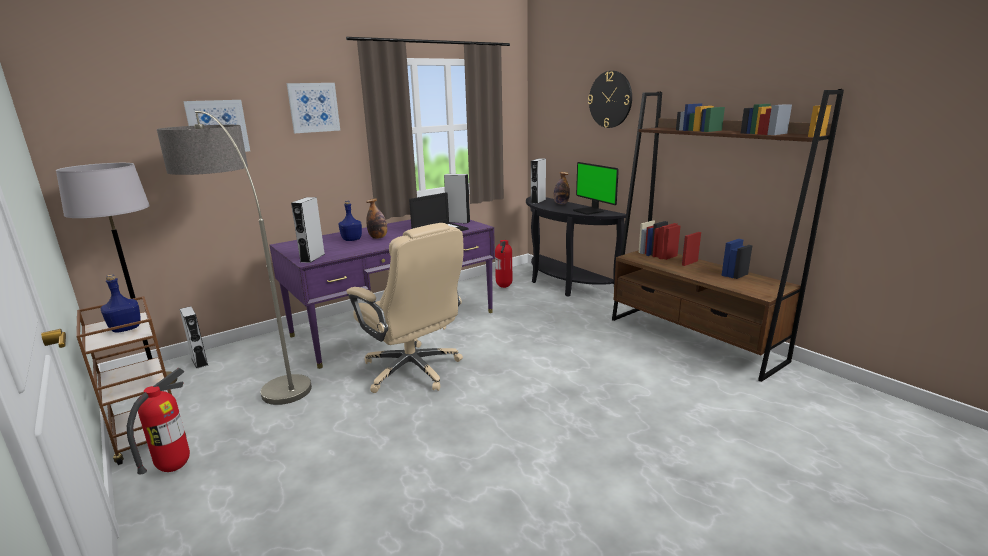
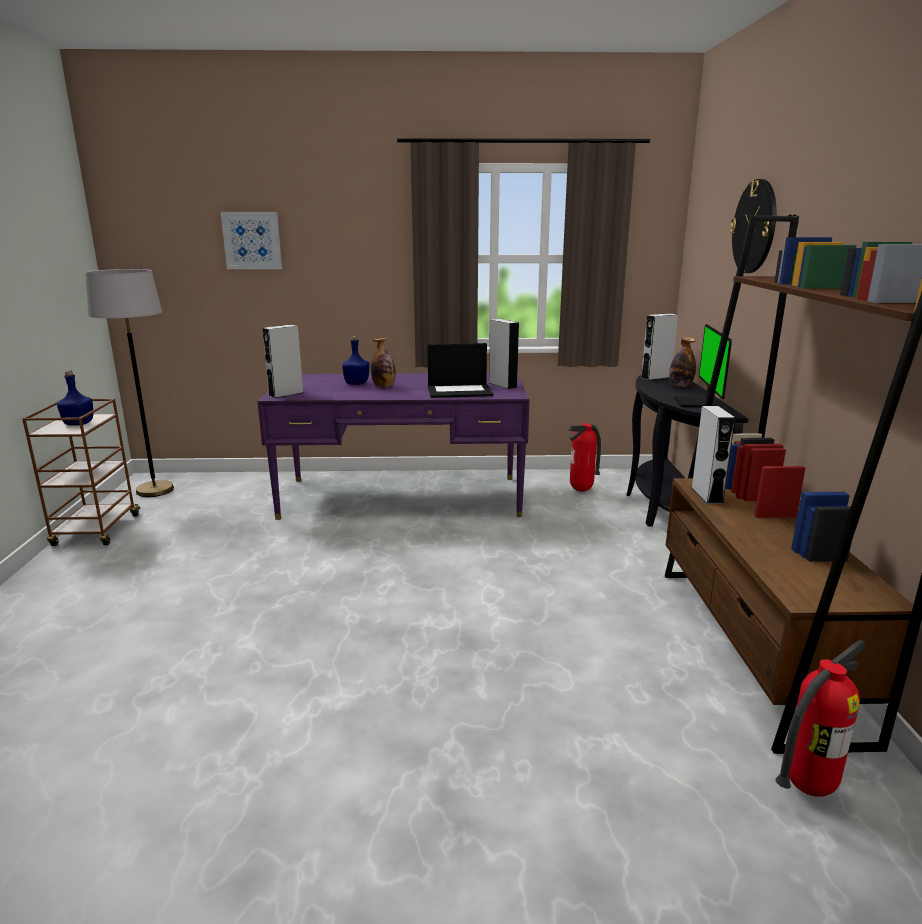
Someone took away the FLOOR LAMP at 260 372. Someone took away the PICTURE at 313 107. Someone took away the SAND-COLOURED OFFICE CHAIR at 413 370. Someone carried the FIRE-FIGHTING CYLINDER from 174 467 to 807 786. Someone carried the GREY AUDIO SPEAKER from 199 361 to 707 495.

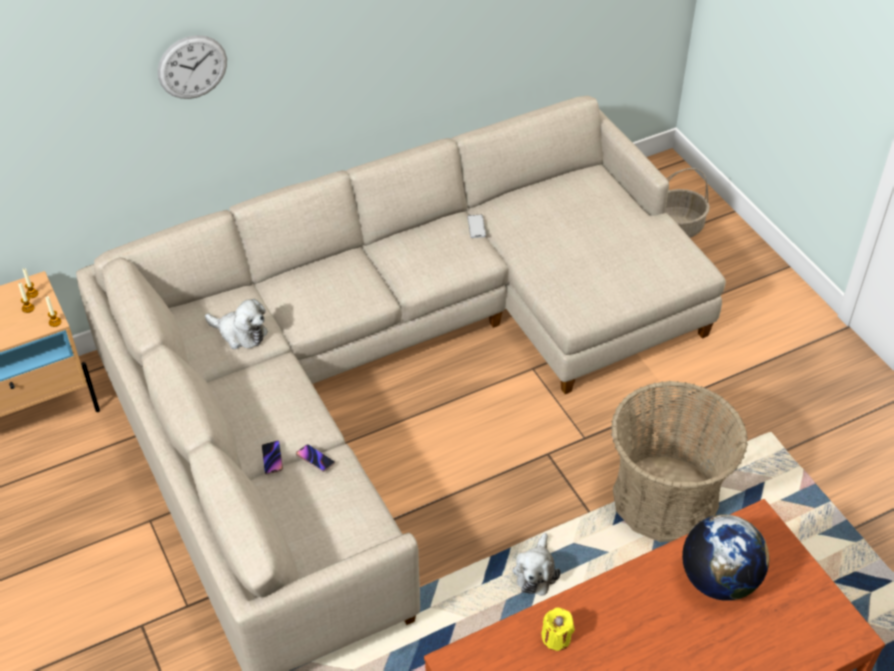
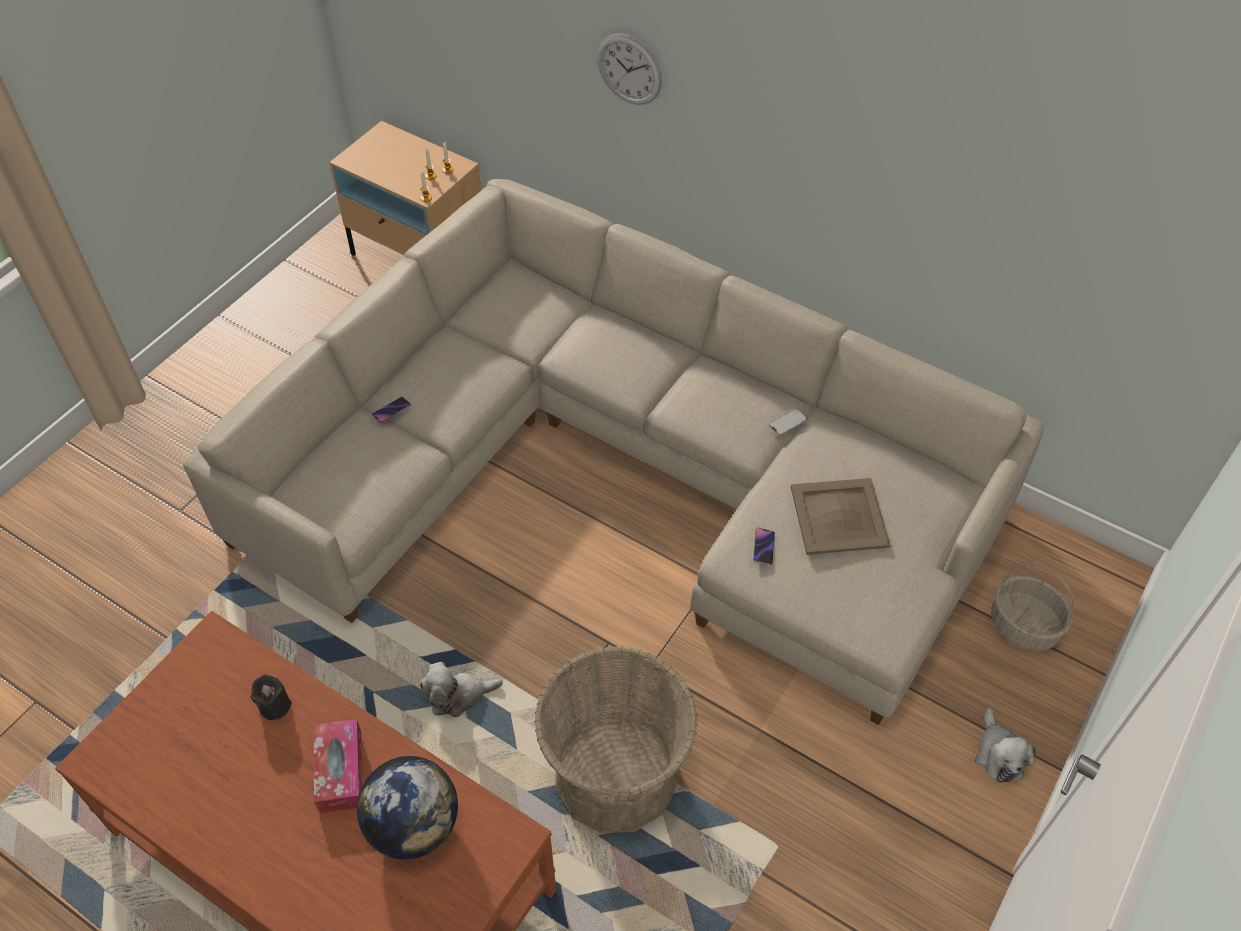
Someone put down the TISSUE HOLDER at 340 771. Someone put down the SAND-COLOURED CARRYING TRAY at 838 516. Someone carried the SOFT TOY from 240 333 to 998 754. Someone carried the TELEPHONE from 315 459 to 763 547. Someone repainted the YELLOW WAX CANDLE at 556 638, which became the BLACK WAX CANDLE at 275 706.

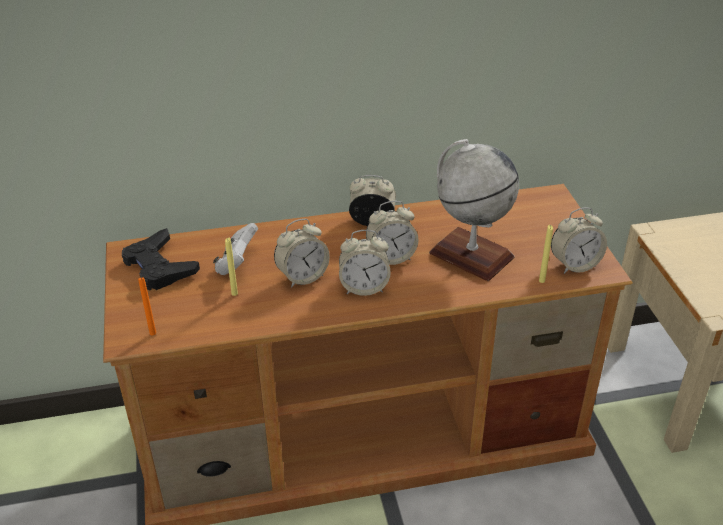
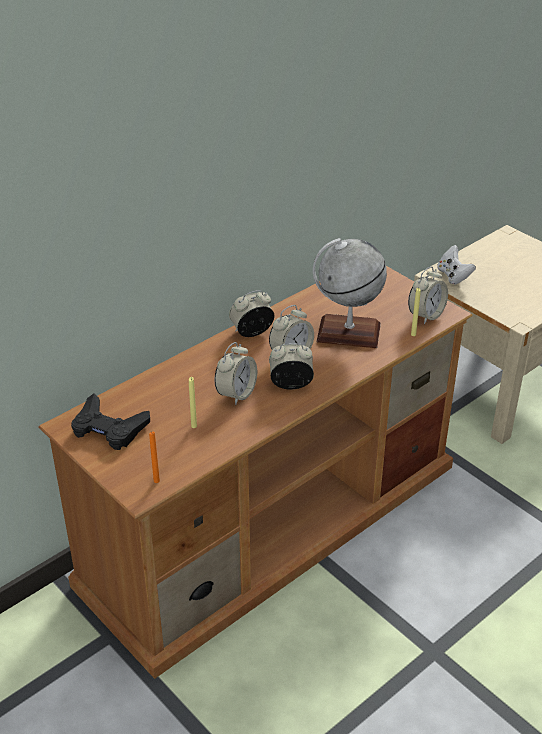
Someone carried the WHITE GAMEPAD from 237 264 to 453 276. Someone rotated the TABLE CLOCK at 364 287 by 150 degrees counterclockwise.

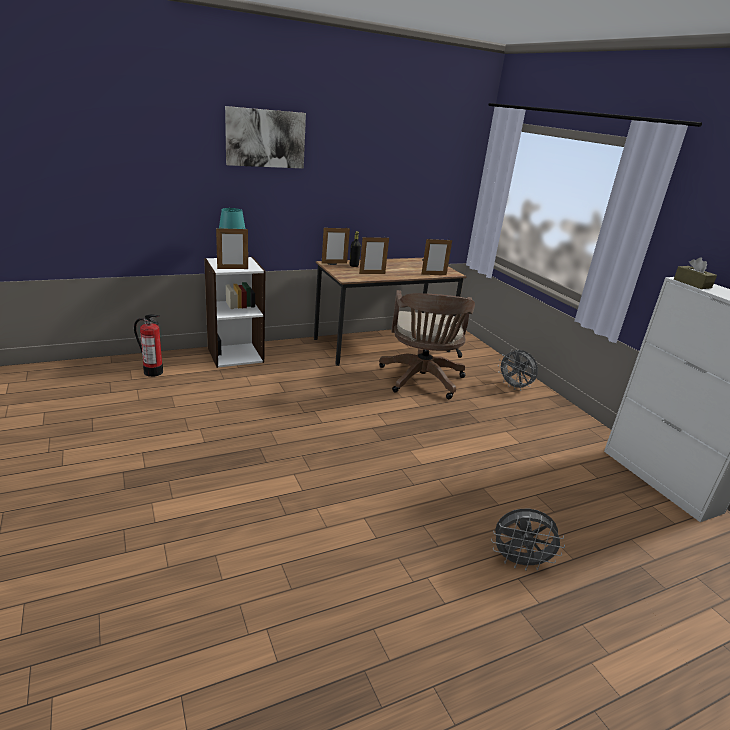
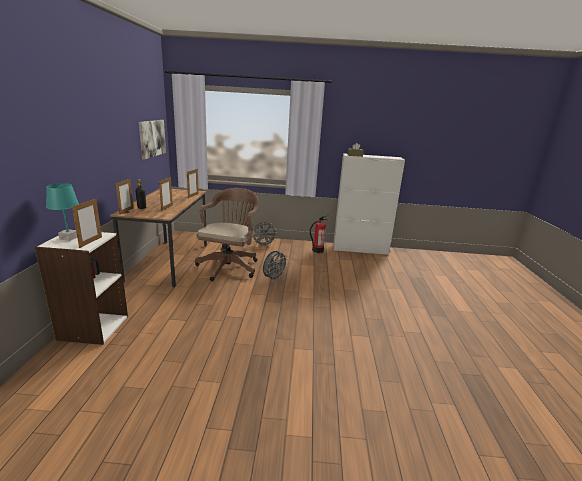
Someone carried the FIRE-FIGHTING CYLINDER from 153 372 to 318 251. Someone carried the PICTURE from 265 138 to 152 138. Someone carried the GREY COOLING FAN from 519 562 to 273 278. Someone rotated the BROWN-COLOURED OFFICE CHAIR at 422 381 by 105 degrees counterclockwise.

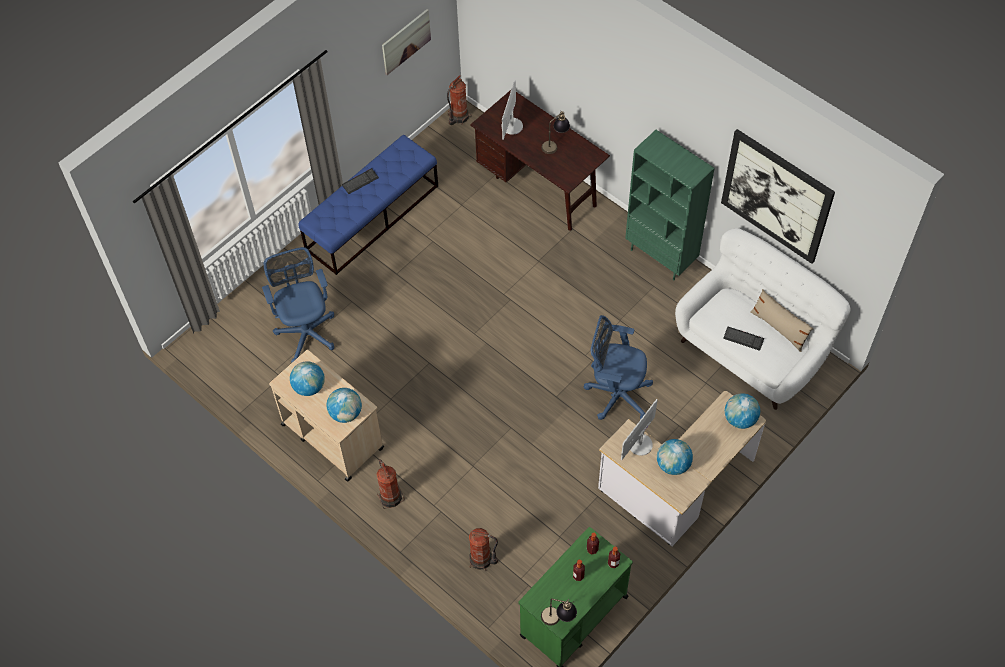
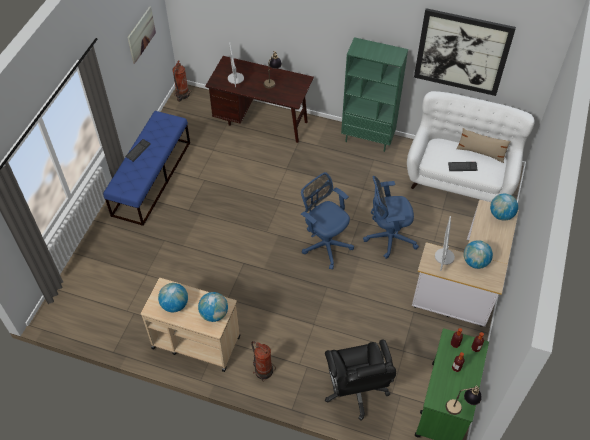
Someone carried the BLUISH OFFICE CHAIR from 306 331 to 325 244. Someone swapped the FIRE-FIGHTING CYLINDER at 482 560 for the BLACK OFFICE CHAIR at 356 390.

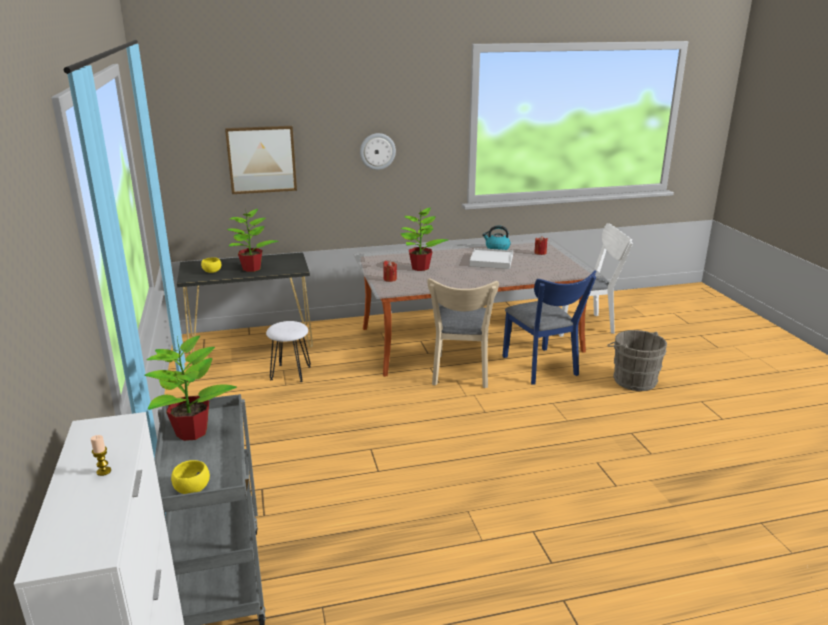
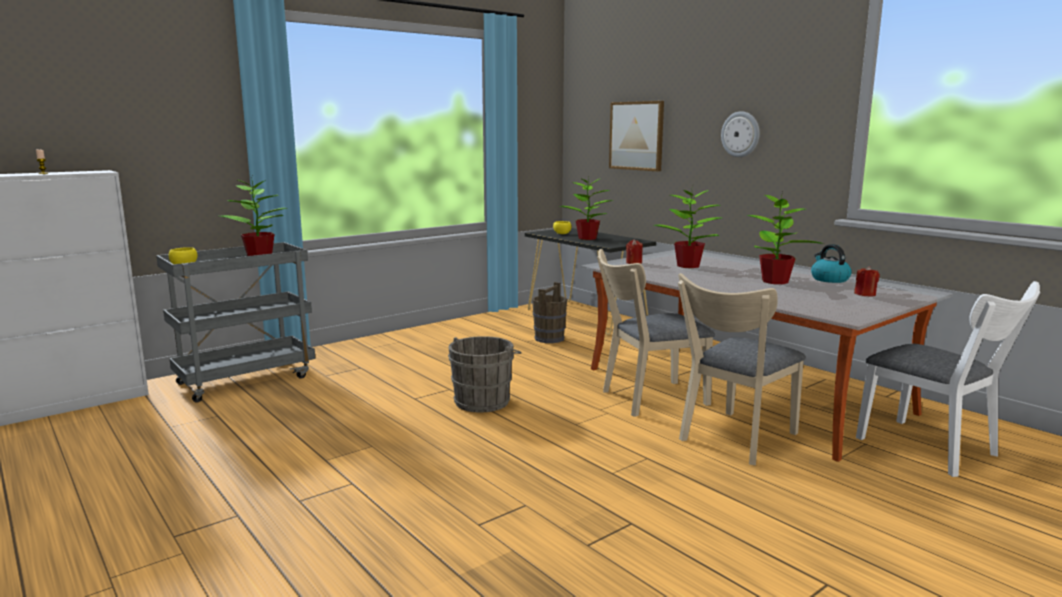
Someone carried the GREY BUCKET from 632 379 to 484 401. Someone swapped the WHITE SITTING STOOL at 290 373 for the BROWN-COLOURED BUCKET at 549 338. Someone swapped the WHITE CARRYING TRAY at 491 261 for the PLANT IN A POT at 775 281. Someone repainted the BLUISH CHAIR at 542 368, which became the SAND-COLOURED CHAIR at 734 439.

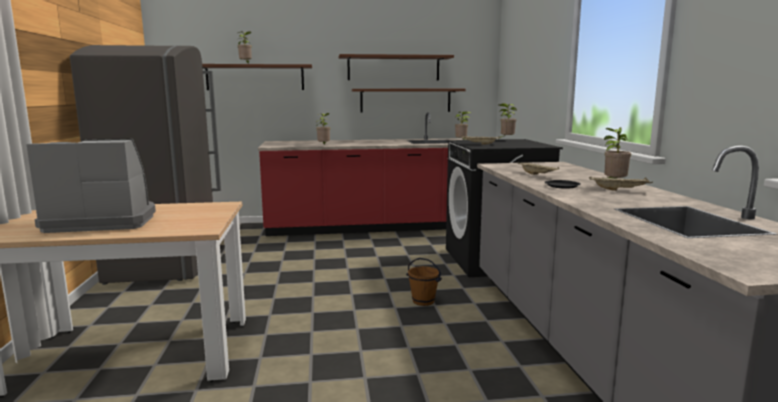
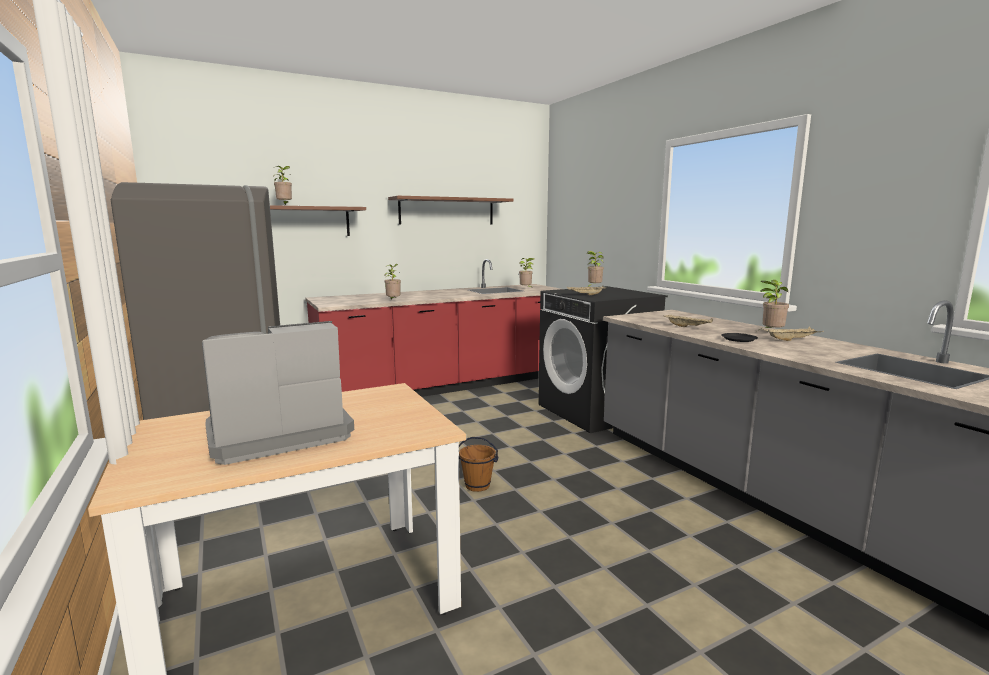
Someone took away the BROWN-COLOURED BRACKET SHELF at 405 100. Someone carried the BROWN-COLOURED BUCKET from 423 301 to 477 485.

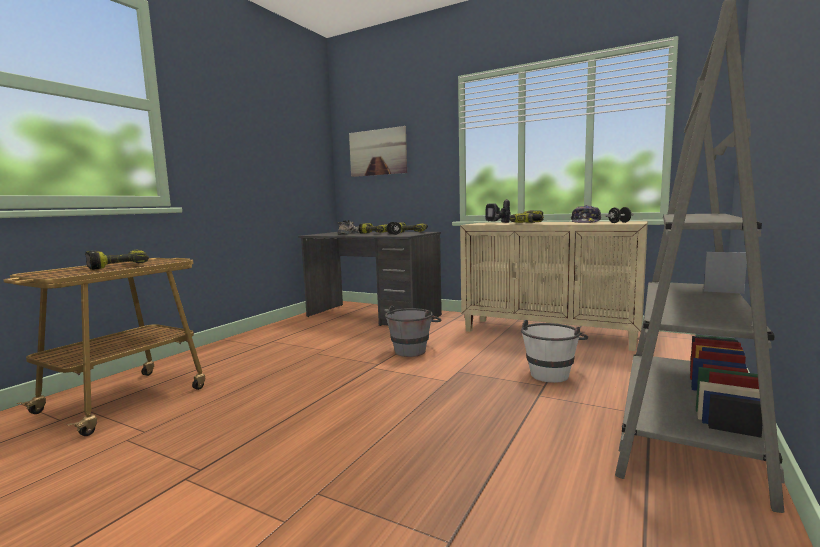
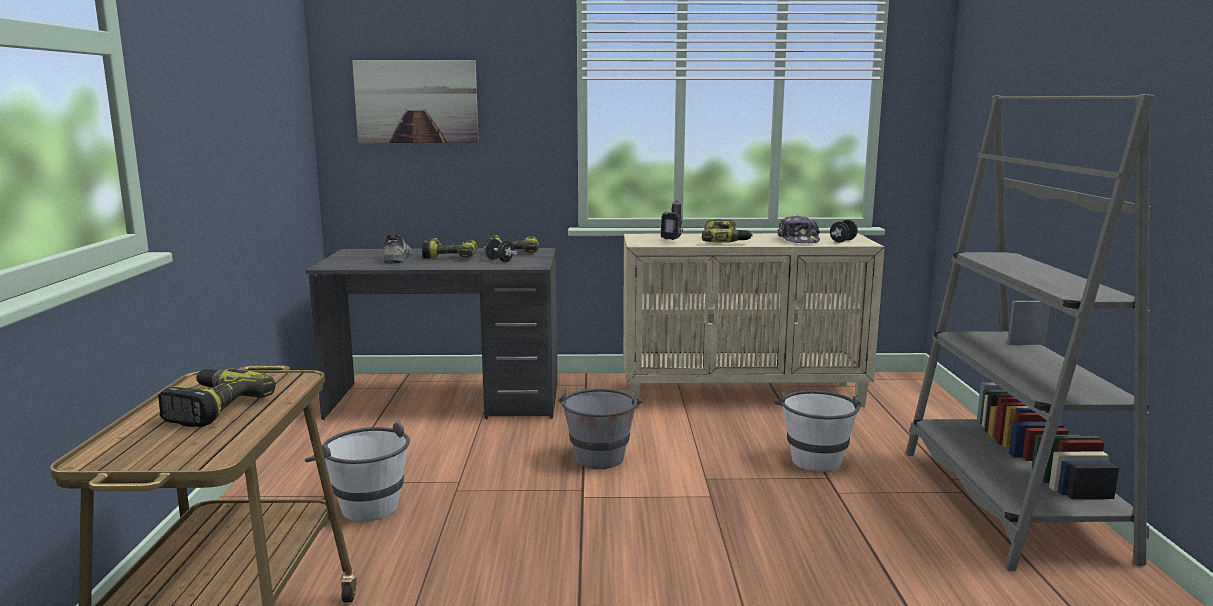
Someone put down the WHITE BUCKET at 363 504.

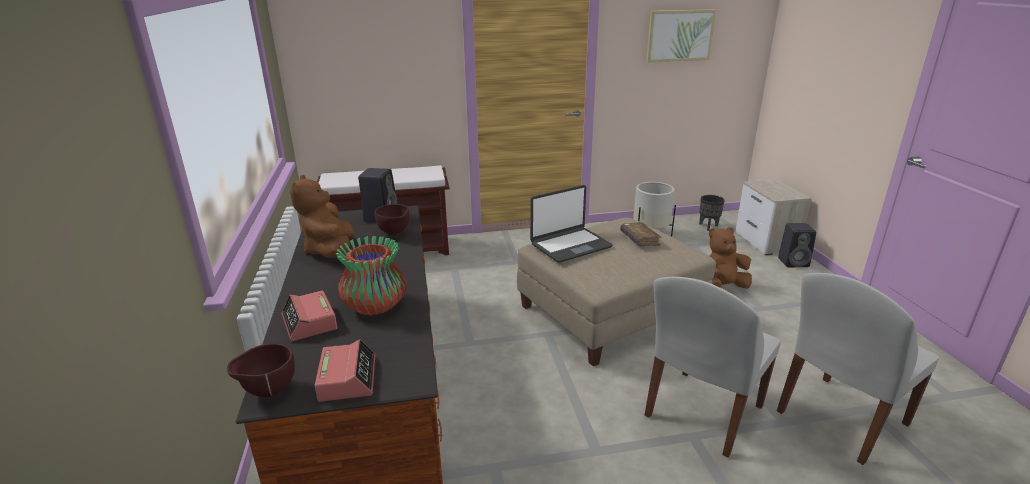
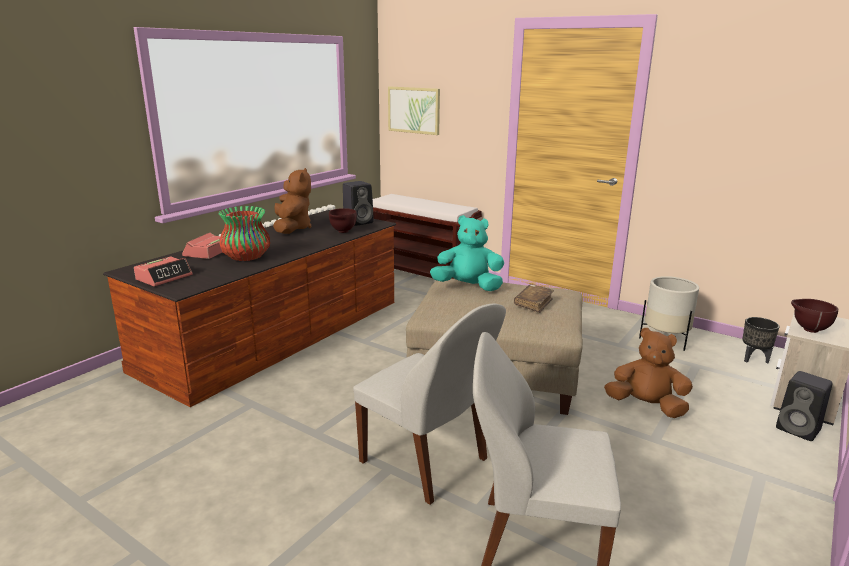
Someone carried the BROWN-COLOURED BOWL from 268 392 to 808 329. Someone carried the PICTURE from 679 35 to 414 110. Someone swapped the NOTEBOOK COMPUTER at 570 245 for the BLUE-GREEN SOFT TOY at 468 287. Someone rotated the BROWN-COLOURED SOFT TOY at 330 251 by 135 degrees clockwise. Someone rotated the WHITE CHAIR at 702 413 by 135 degrees counterclockwise.

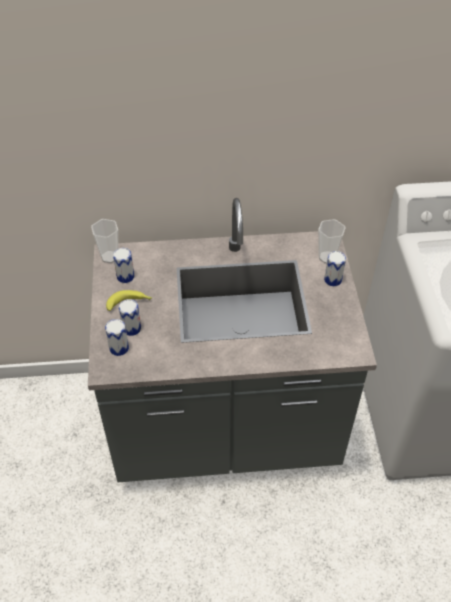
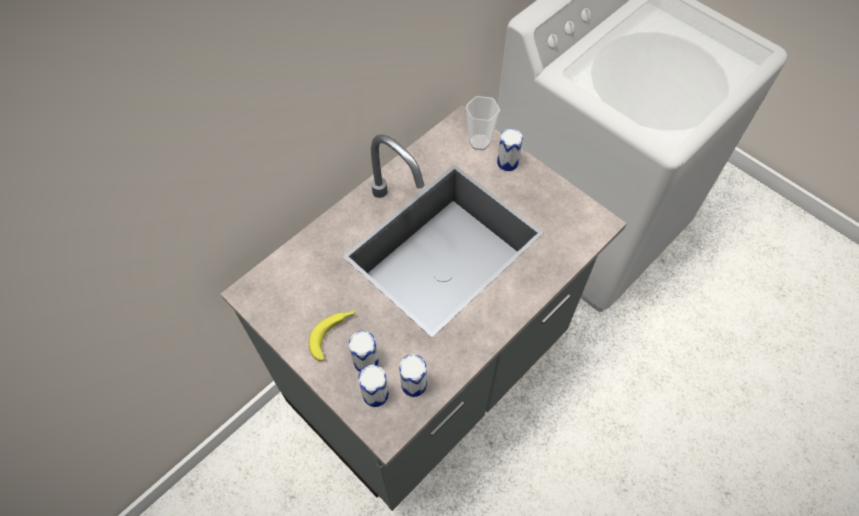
Someone took away the DRINKING CUP at 109 257. Someone carried the METAL CAN from 125 276 to 414 384.

